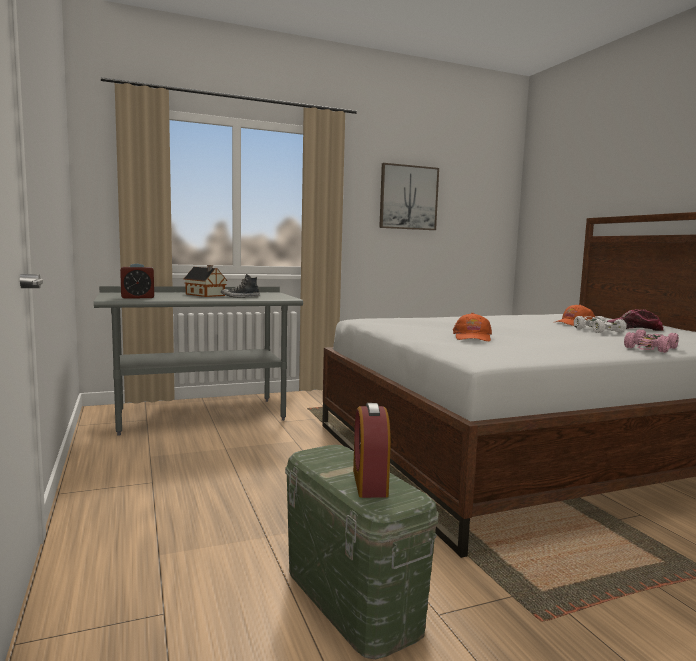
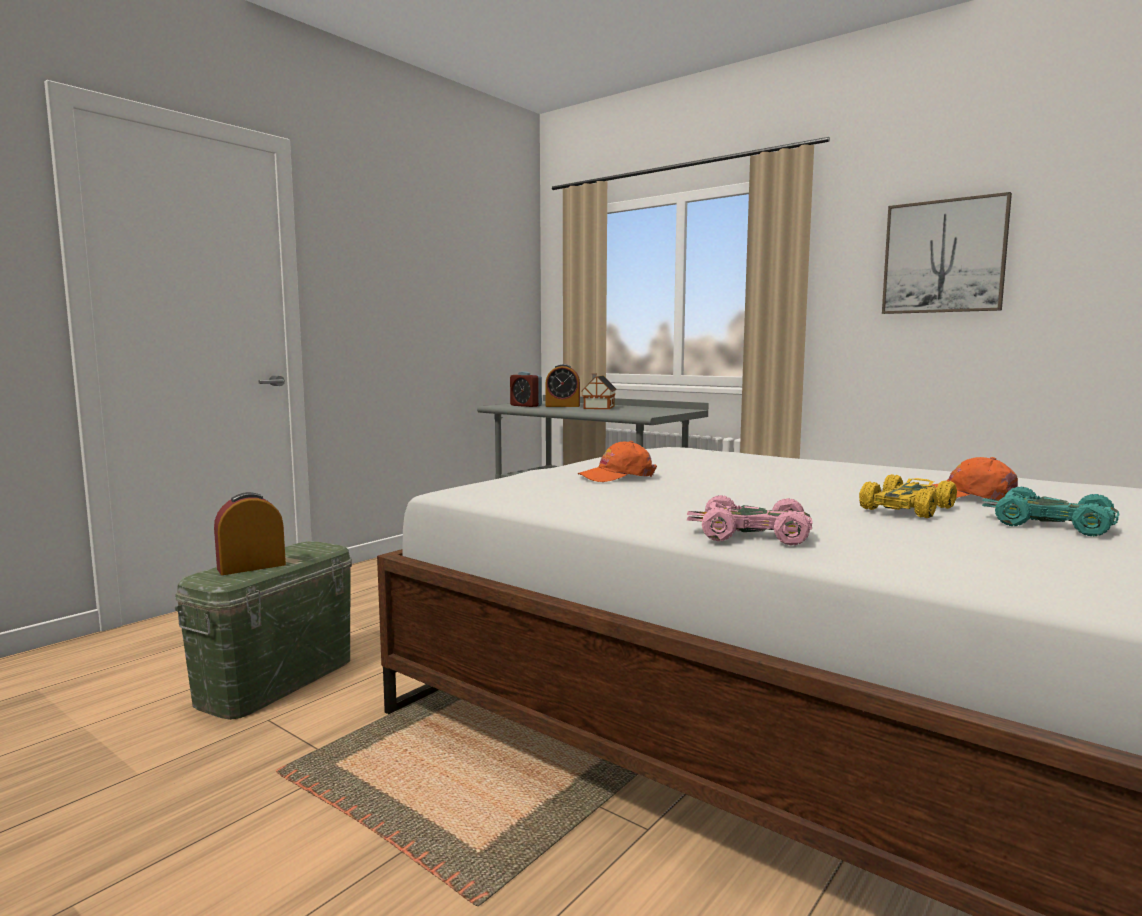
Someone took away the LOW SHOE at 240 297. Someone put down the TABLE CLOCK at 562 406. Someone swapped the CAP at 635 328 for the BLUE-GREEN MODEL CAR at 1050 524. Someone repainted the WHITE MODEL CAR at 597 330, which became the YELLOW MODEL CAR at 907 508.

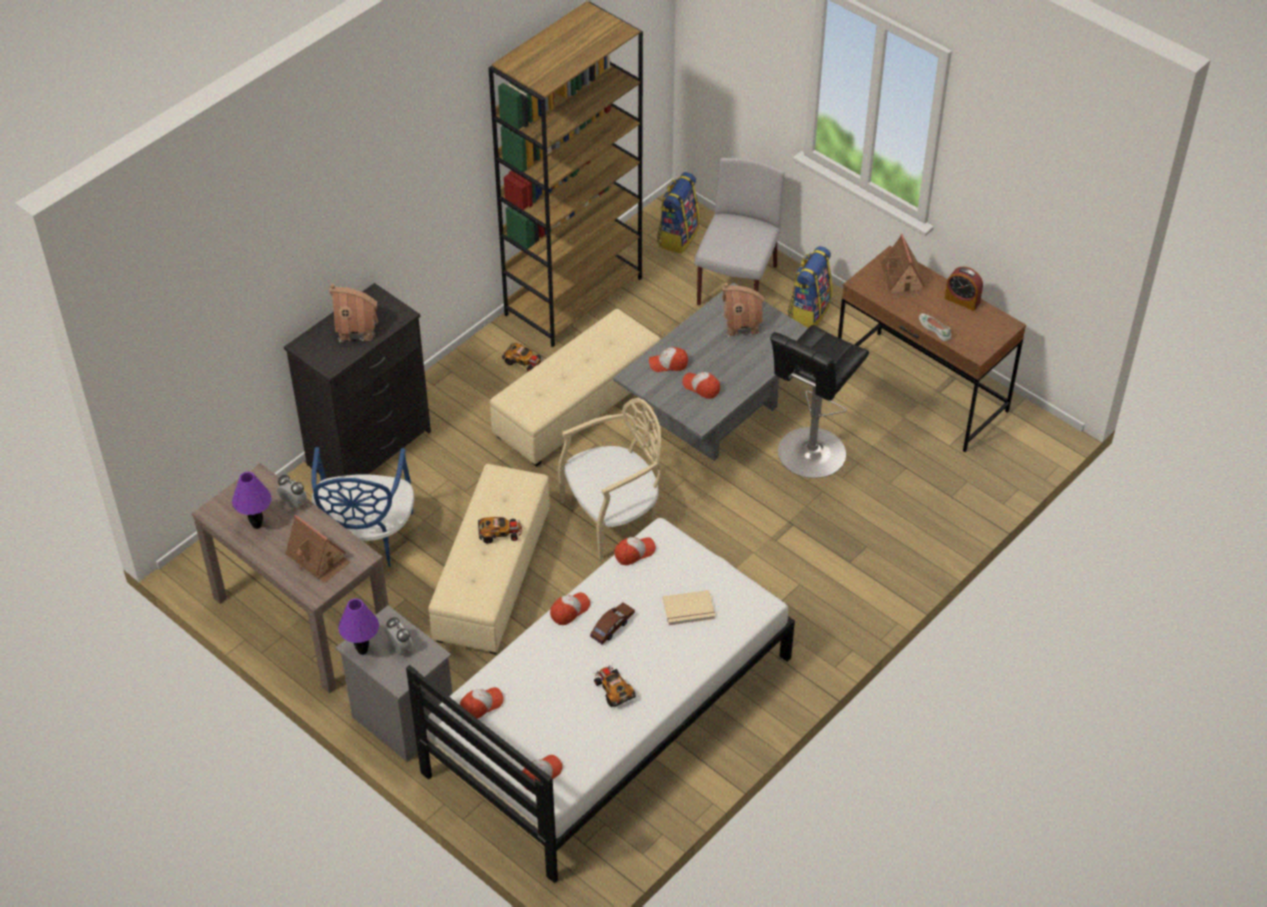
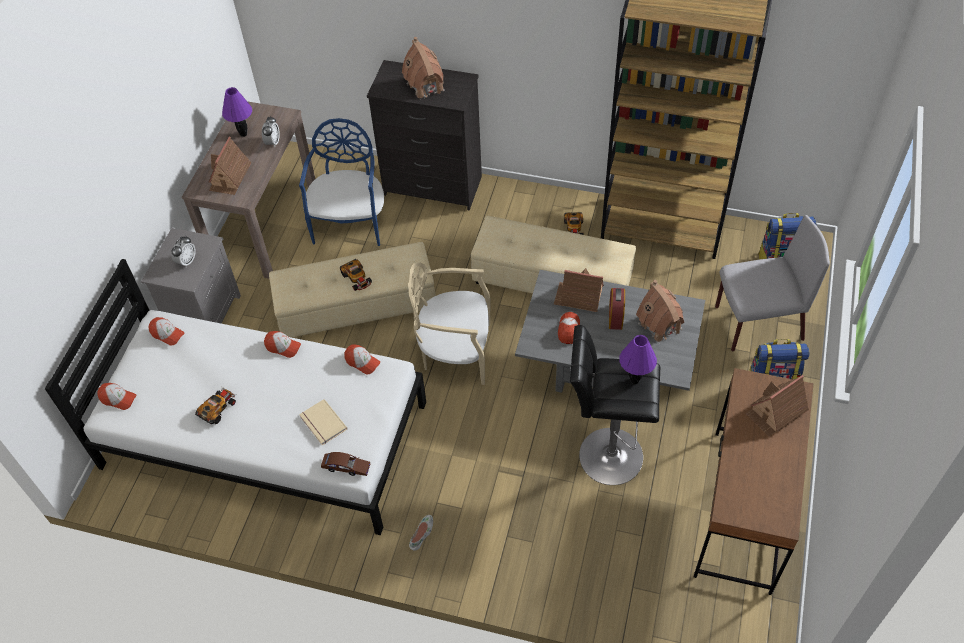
Someone carried the PURPLE-COLOURED LAMP FOR A TABLE from 362 651 to 634 380. Someone carried the BROWN-COLOURED MODEL CAR from 612 626 to 346 467. Someone carried the WHITE LOW SHOE from 935 329 to 422 534. Someone carried the TABLE CLOCK from 962 300 to 615 316. Someone swapped the CAP at 668 364 for the MODEL HOUSE at 579 297. Someone rotated the BLUISH CHAIR at 366 540 by 120 degrees clockwise. Someone rotated the SAND-COLOURED CHAIR at 613 517 by 150 degrees clockwise.

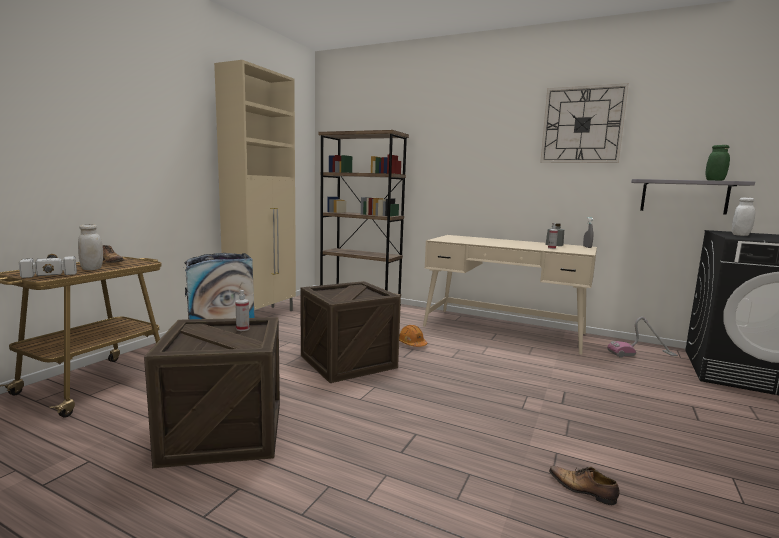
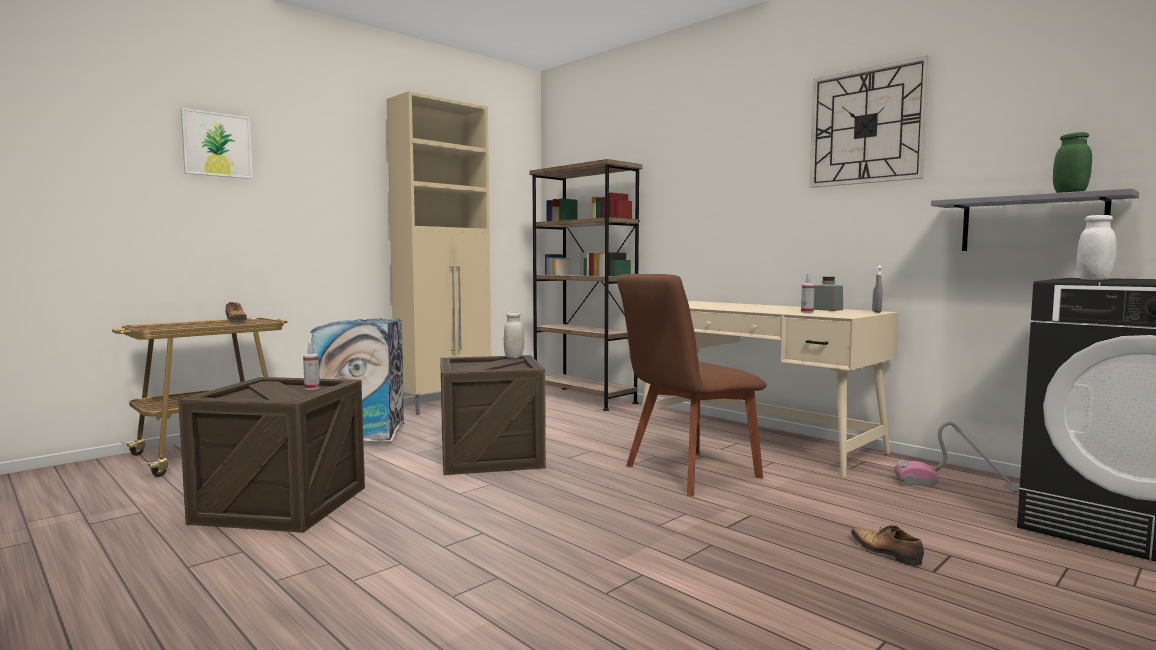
Someone took away the TOOL HAMMER at 51 270. Someone took away the ORANGEY WORK HELMET at 412 344. Someone put up the PICTURE at 217 144. Someone put down the BROWN-COLOURED CHAIR at 687 473. Someone carried the WHITE STORAGE JAR from 92 269 to 514 357. Someone carried the LOW SHOE from 583 490 to 886 553.

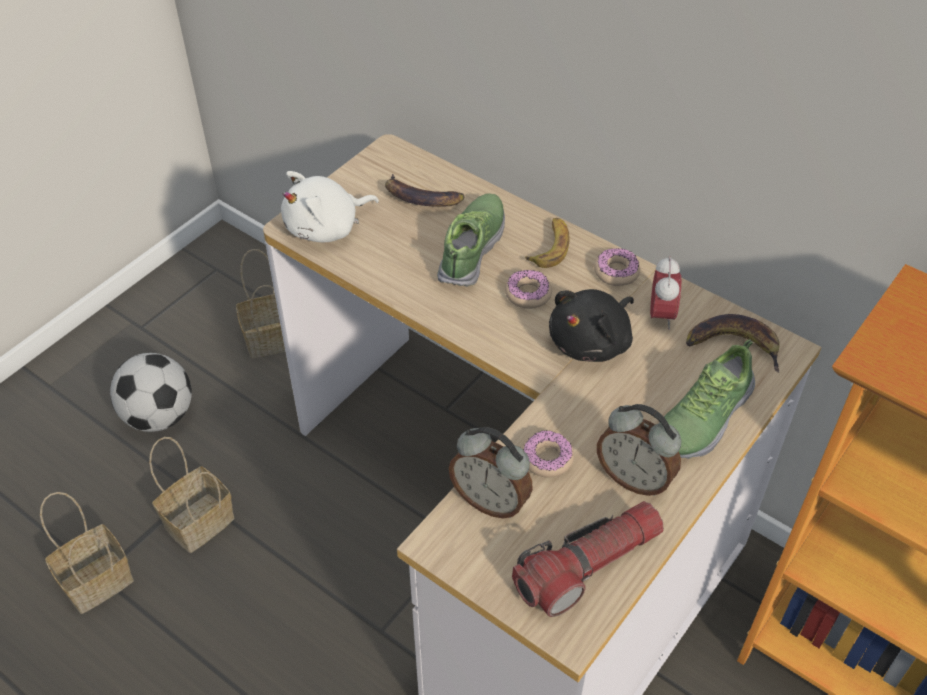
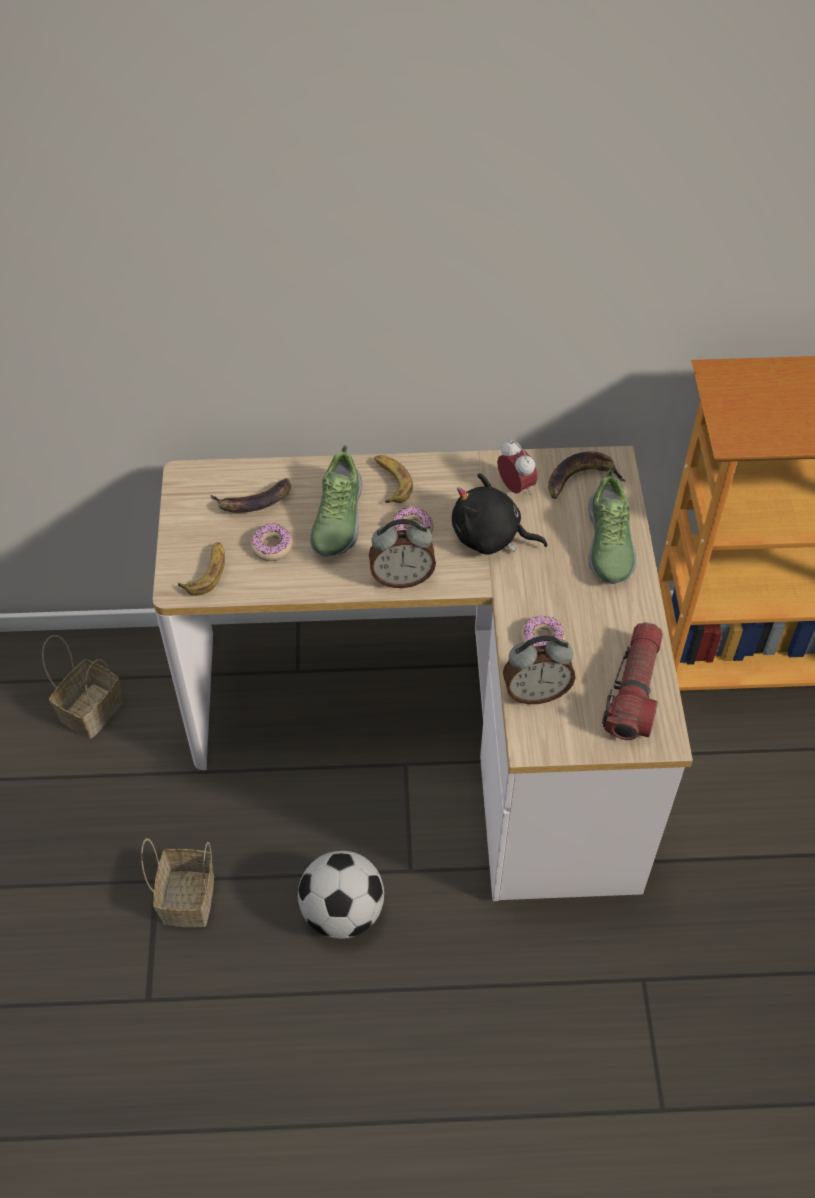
Someone took away the STORAGE BASKET at 98 579. Someone carried the FOOTBALL from 158 416 to 342 912. Someone carried the RING DOUGHNUT from 616 272 to 272 546. Someone carried the TABLE CLOCK from 634 478 to 402 577. Someone swapped the WHITE SOFT TOY at 326 228 for the BANANA FRUIT at 207 572. Someone rotated the LOW SHOE at 472 249 by 150 degrees counterclockwise. Someone rotated the BLACK SOFT TOY at 592 342 by 105 degrees clockwise.

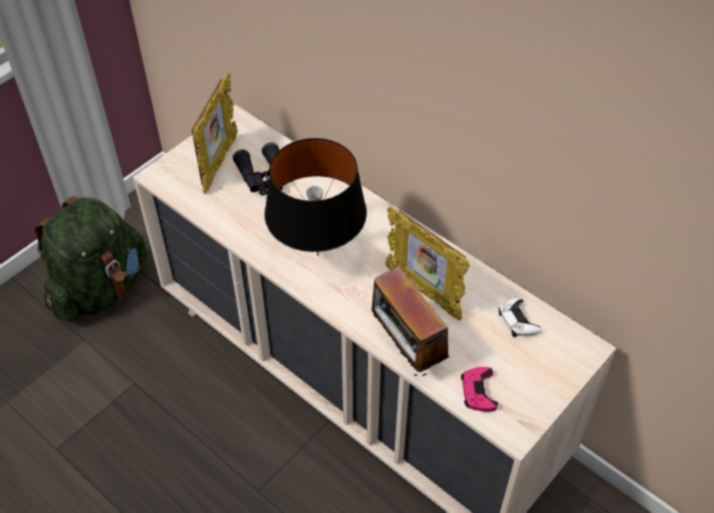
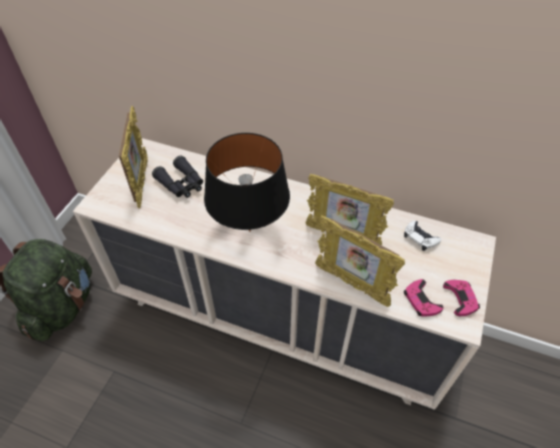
Someone put down the PINK-COLOURED GAMEPAD at 460 299. Someone swapped the RADIO at 406 349 for the PICTURE FRAME at 352 284.

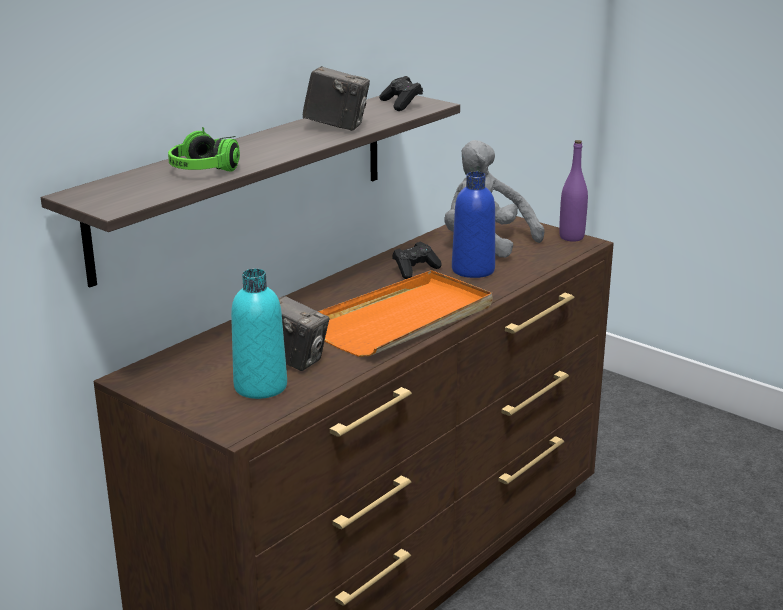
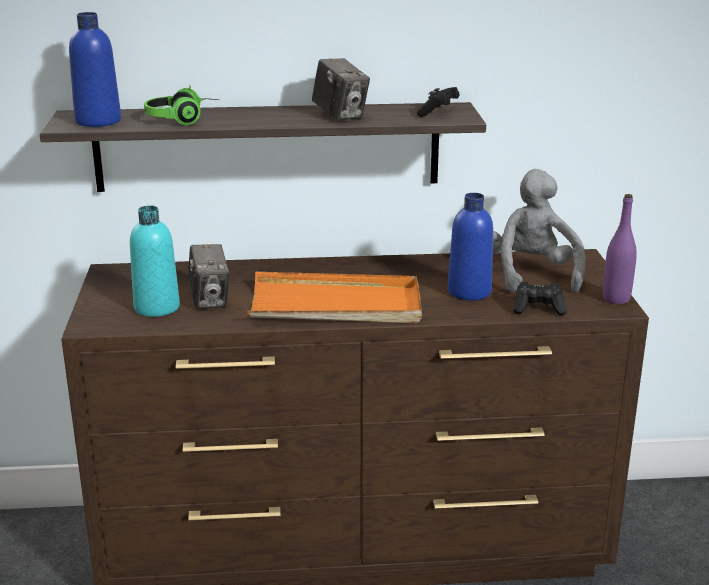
Someone put down the BLUISH DRINK BOTTLE at 98 121. Someone carried the BLACK GAMEPAD from 415 270 to 538 309.

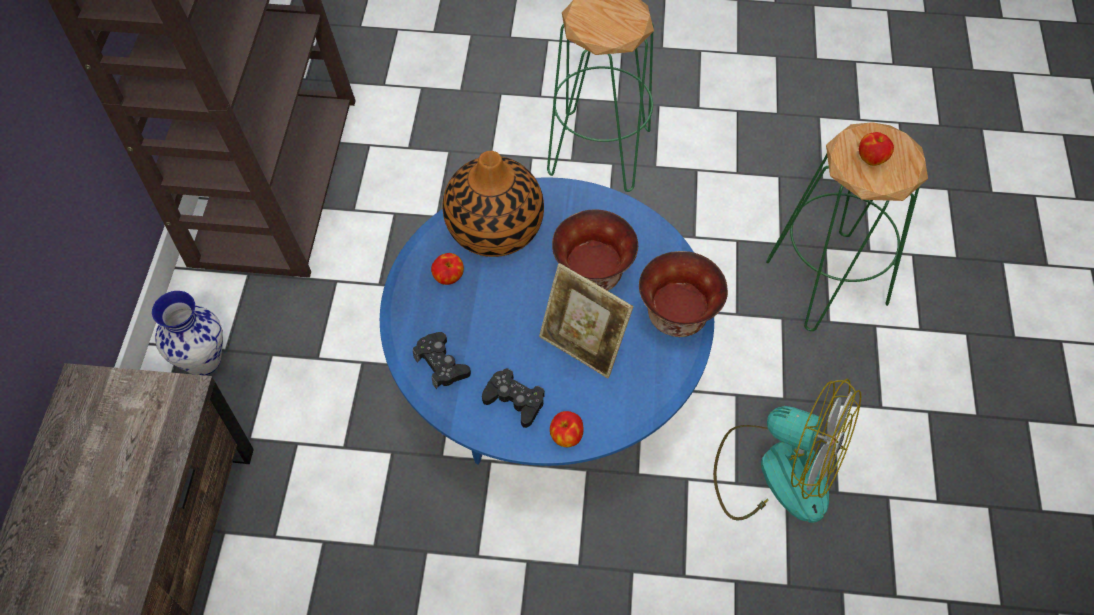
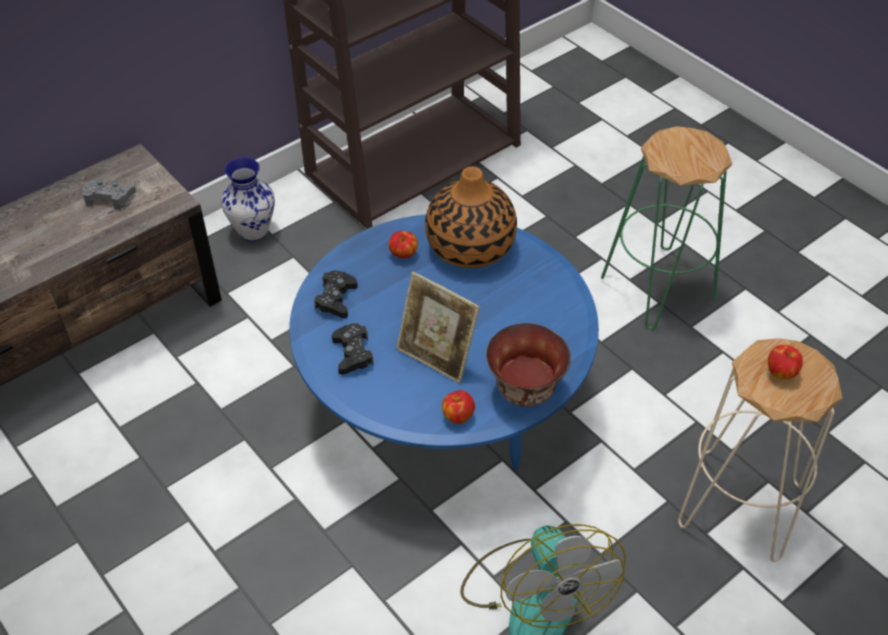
Someone took away the BOWL at 593 273. Someone put down the GREY GAMEPAD at 110 197. Someone carried the APPLE FRUIT from 566 436 to 457 416. Someone repainted the GREEN SITTING STOOL at 826 280, which became the SAND-COLOURED SITTING STOOL at 739 504. Someone rotated the PICTURE FRAME at 582 346 by 45 degrees counterclockwise.

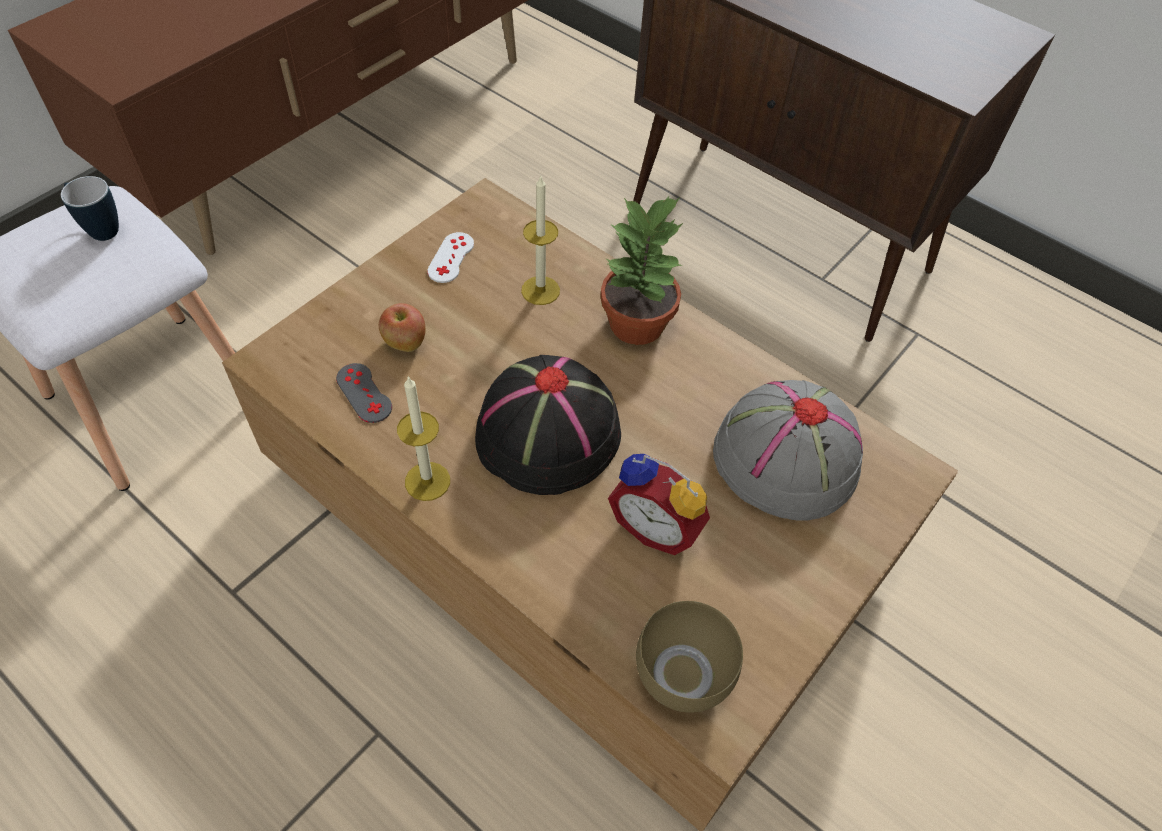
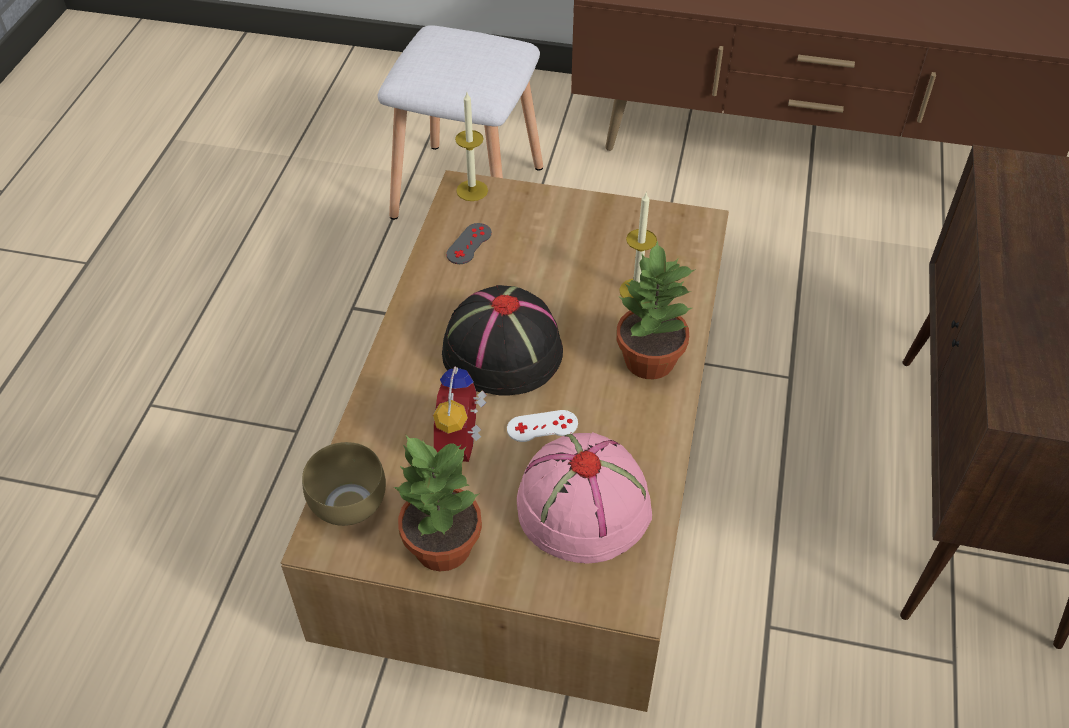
Someone took away the TEA MUG at 100 229. Someone took away the APPLE FRUIT at 405 343. Someone put down the PLANT IN A POT at 441 546. Someone carried the WAX CANDLE from 427 481 to 472 190. Someone carried the WHITE GAMEPAD from 451 258 to 542 426. Someone repainted the GREY HAT at 784 457, which became the PINK-COLOURED HAT at 582 504.

